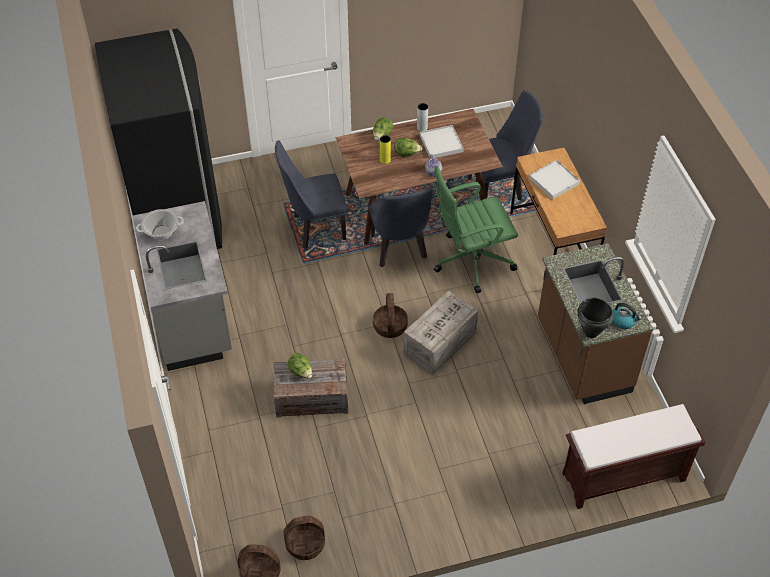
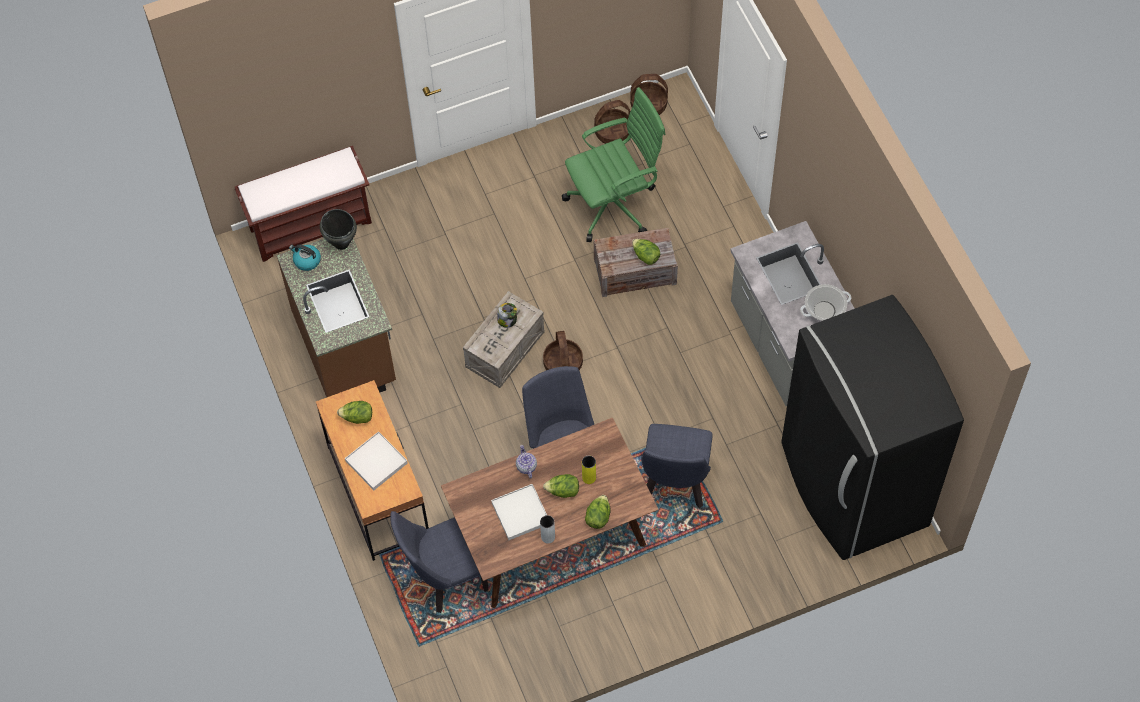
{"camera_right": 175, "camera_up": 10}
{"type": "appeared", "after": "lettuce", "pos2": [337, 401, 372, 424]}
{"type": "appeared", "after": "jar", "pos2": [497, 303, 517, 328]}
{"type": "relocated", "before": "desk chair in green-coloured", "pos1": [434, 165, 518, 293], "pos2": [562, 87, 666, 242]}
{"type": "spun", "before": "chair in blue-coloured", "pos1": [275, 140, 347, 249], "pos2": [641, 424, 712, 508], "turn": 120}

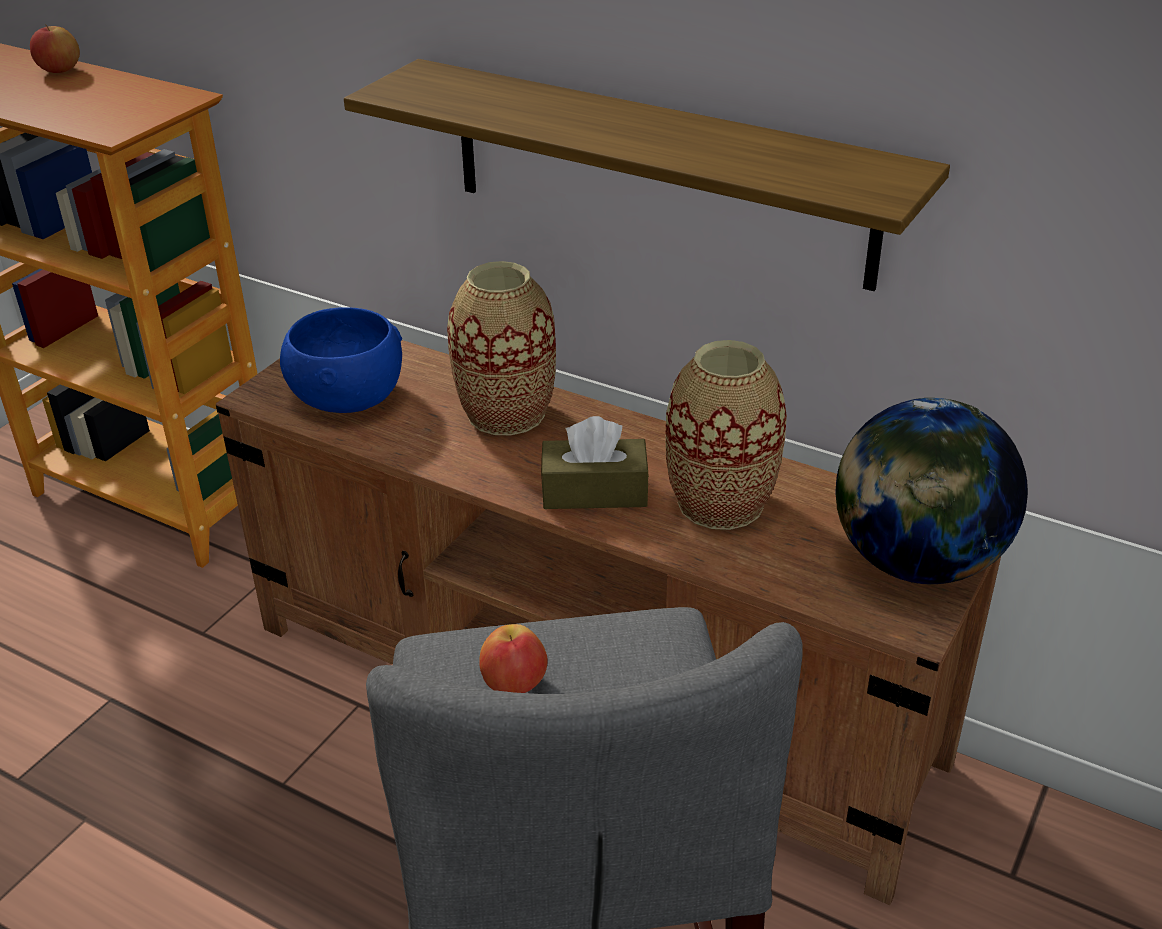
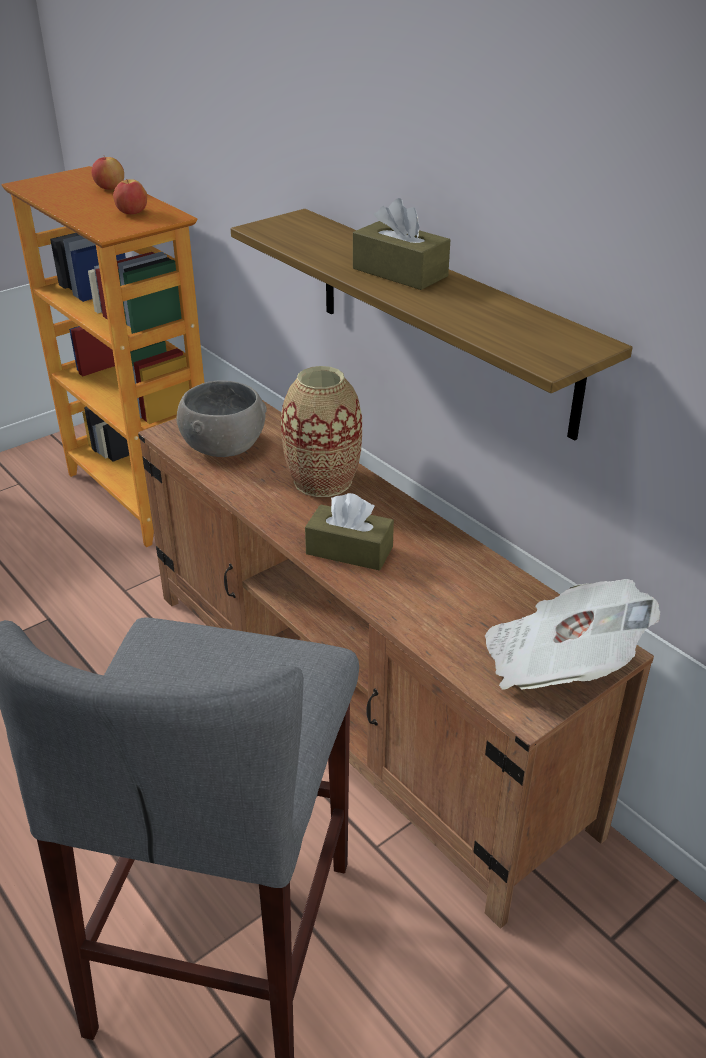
{"camera_right": 20, "camera_up": 0}
{"type": "missing", "before": "vase", "pos1": [665, 340, 787, 530]}
{"type": "appeared", "after": "tissue box in brownish", "pos2": [353, 198, 450, 290]}
{"type": "relocated", "before": "apple fruit", "pos1": [479, 624, 548, 693], "pos2": [113, 179, 147, 215]}
{"type": "exchanged", "before": "world globe", "after": "daily paper", "pos1": [836, 398, 1028, 584], "pos2": [485, 579, 660, 690]}
{"type": "colour", "before": "bowl in blue-coloured", "after": "bowl in grey", "pos1": [280, 307, 402, 413], "pos2": [177, 380, 267, 457]}

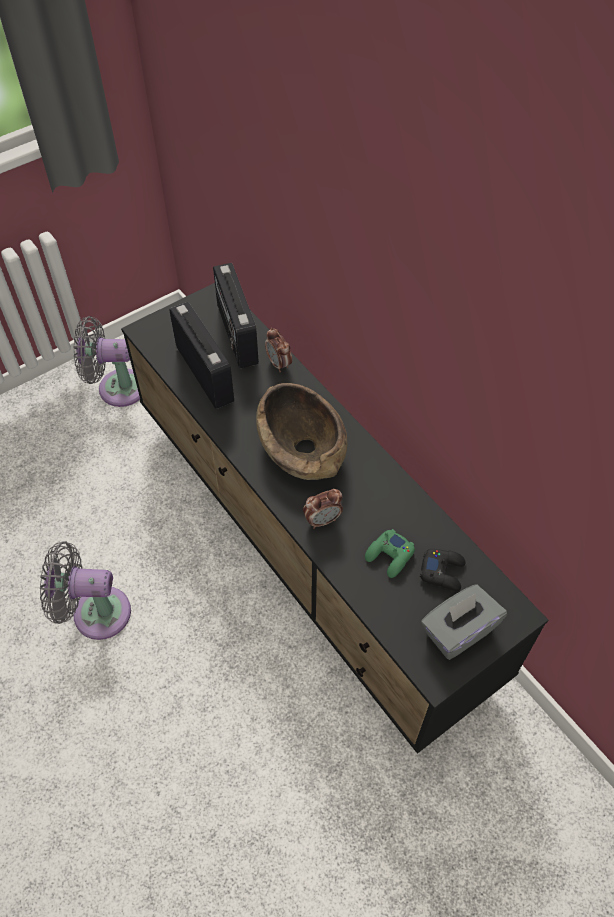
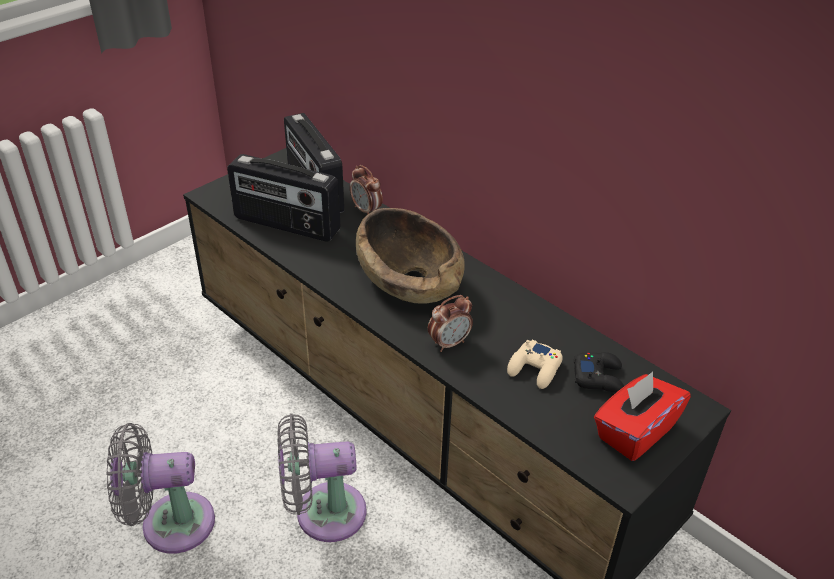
{"camera_right": -10, "camera_up": -15}
{"type": "relocated", "before": "fan in grey", "pos1": [73, 316, 140, 407], "pos2": [277, 414, 367, 542]}
{"type": "colour", "before": "game controller in green-coloured", "after": "game controller in beige-coloured", "pos1": [365, 529, 415, 578], "pos2": [507, 340, 563, 389]}
{"type": "colour", "before": "tissue box in grey", "after": "tissue box in red-coloured", "pos1": [421, 584, 507, 660], "pos2": [594, 371, 691, 461]}
{"type": "spun", "before": "radio set", "pos1": [169, 302, 234, 409], "pos2": [227, 154, 340, 242], "turn": 150}

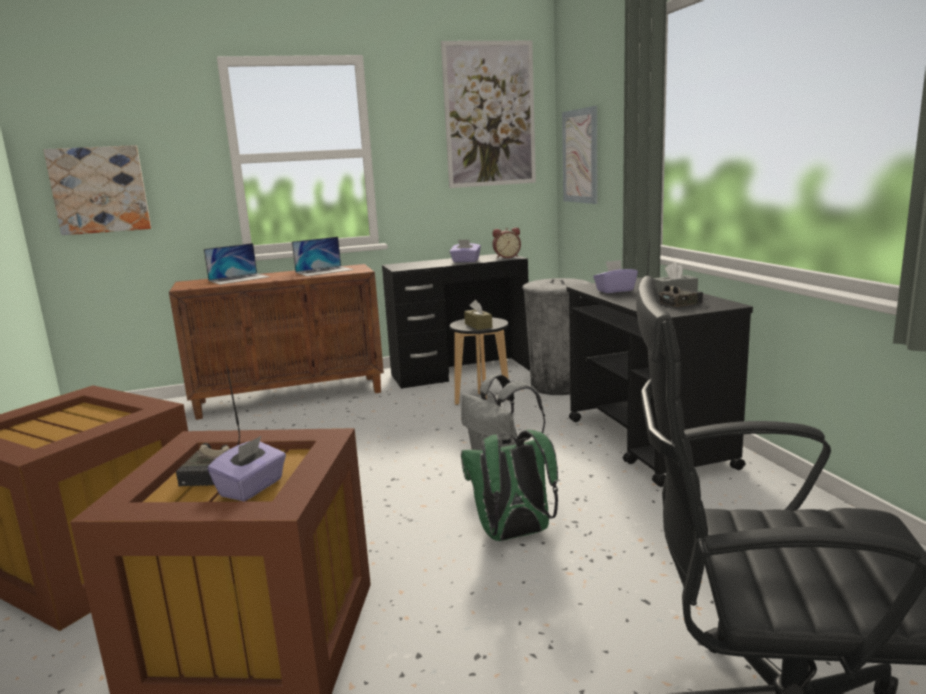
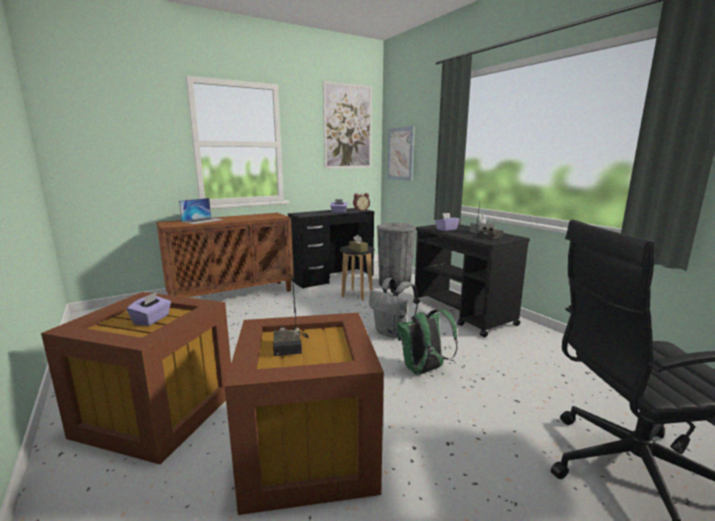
{"camera_right": -15, "camera_up": 0}
{"type": "missing", "before": "picture", "pos1": [43, 145, 151, 235]}
{"type": "missing", "before": "portable computer", "pos1": [292, 237, 354, 276]}
{"type": "relocated", "before": "tissue box in purple", "pos1": [208, 436, 286, 501], "pos2": [127, 292, 171, 326]}

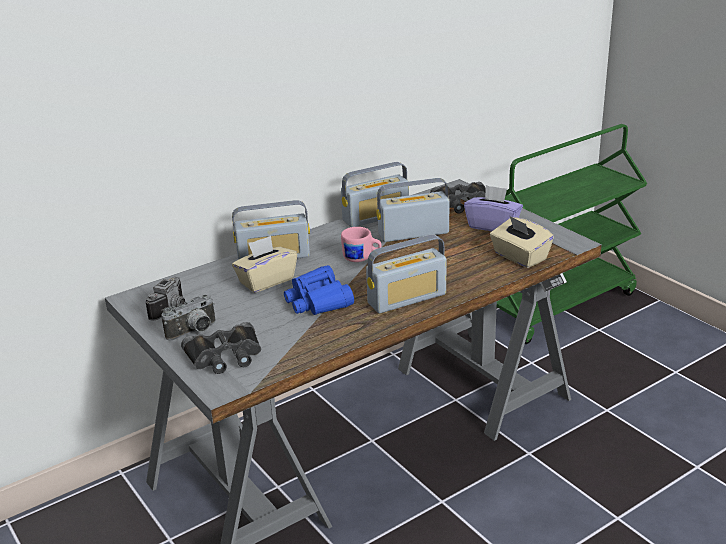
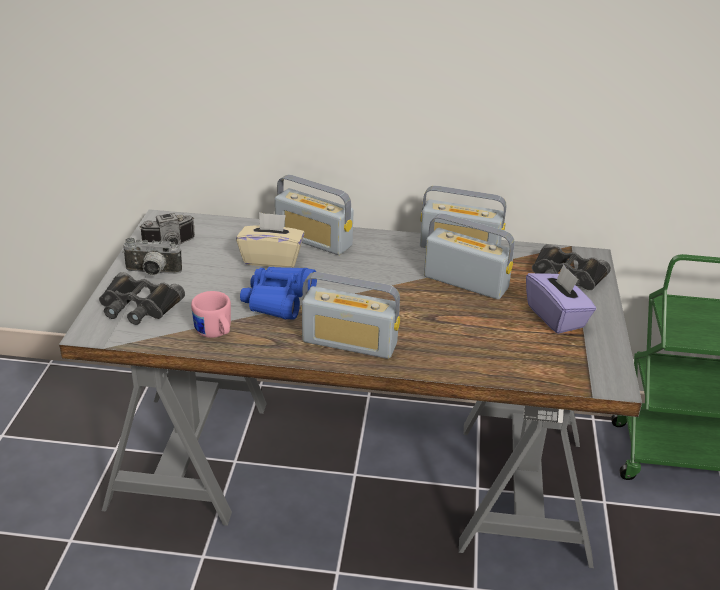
{"camera_right": 40, "camera_up": 5}
{"type": "missing", "before": "tissue box in beige-coloured", "pos1": [490, 215, 554, 268]}
{"type": "relocated", "before": "tea mug in pink-coloured", "pos1": [341, 227, 382, 262], "pos2": [191, 291, 231, 338]}

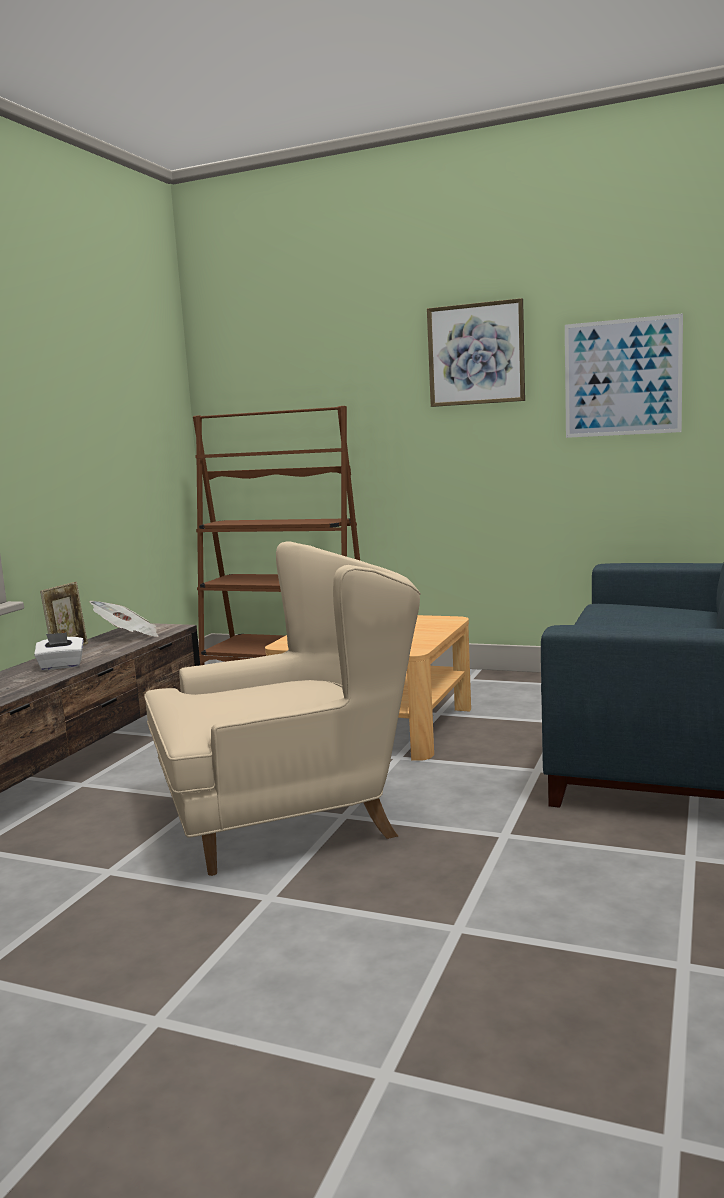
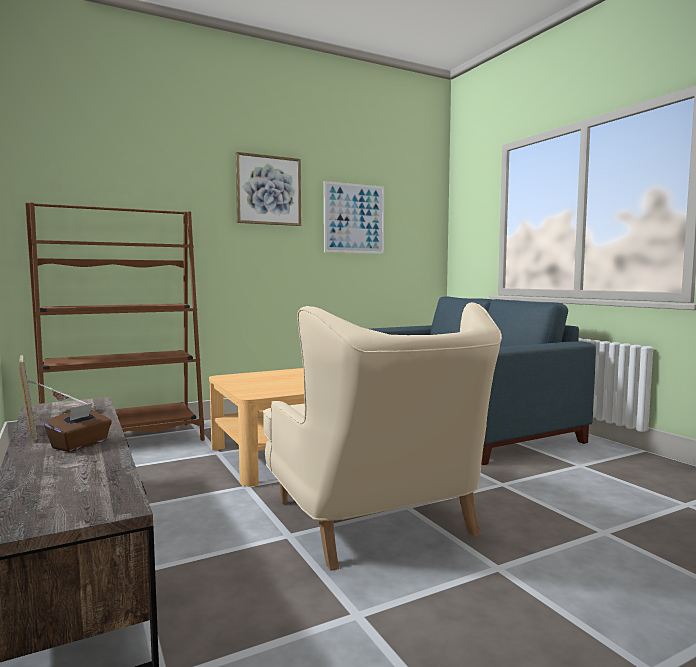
{"camera_right": -50, "camera_up": -5}
{"type": "colour", "before": "tissue box in whitish", "after": "tissue box in brownish", "pos1": [34, 632, 84, 670], "pos2": [44, 403, 112, 452]}
{"type": "spun", "before": "lounge chair in beige-coloured", "pos1": [144, 541, 421, 876], "pos2": [263, 302, 502, 571], "turn": 135}

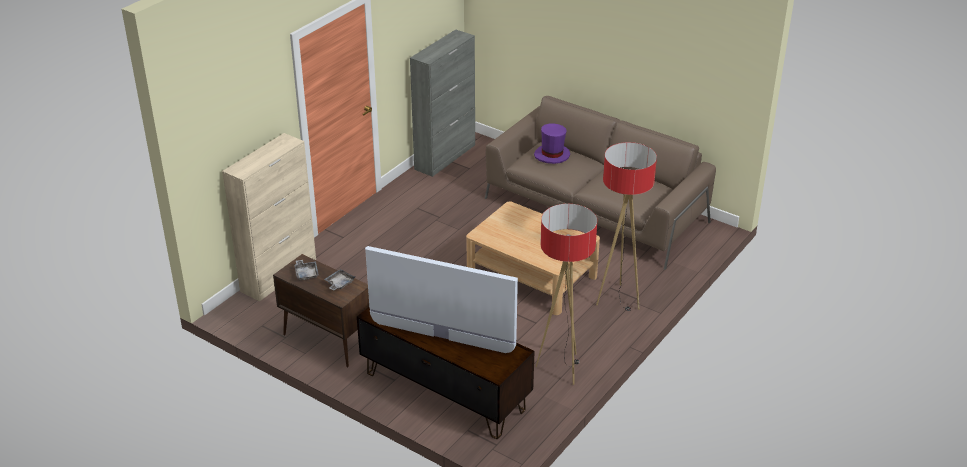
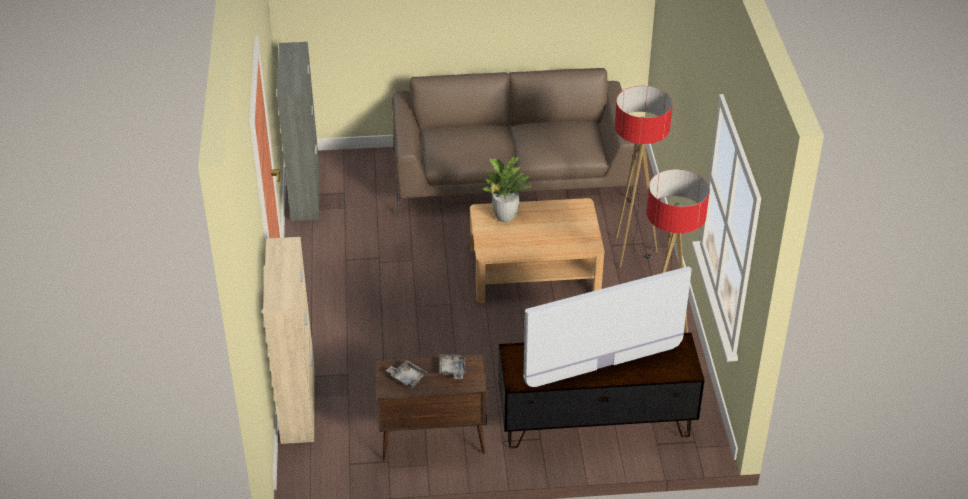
{"camera_right": -40, "camera_up": 5}
{"type": "missing", "before": "hat in purple", "pos1": [534, 123, 570, 164]}
{"type": "appeared", "after": "houseplant", "pos2": [482, 155, 531, 222]}

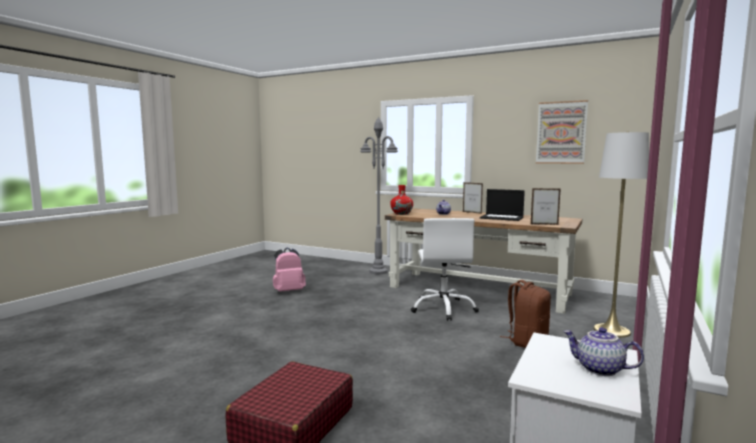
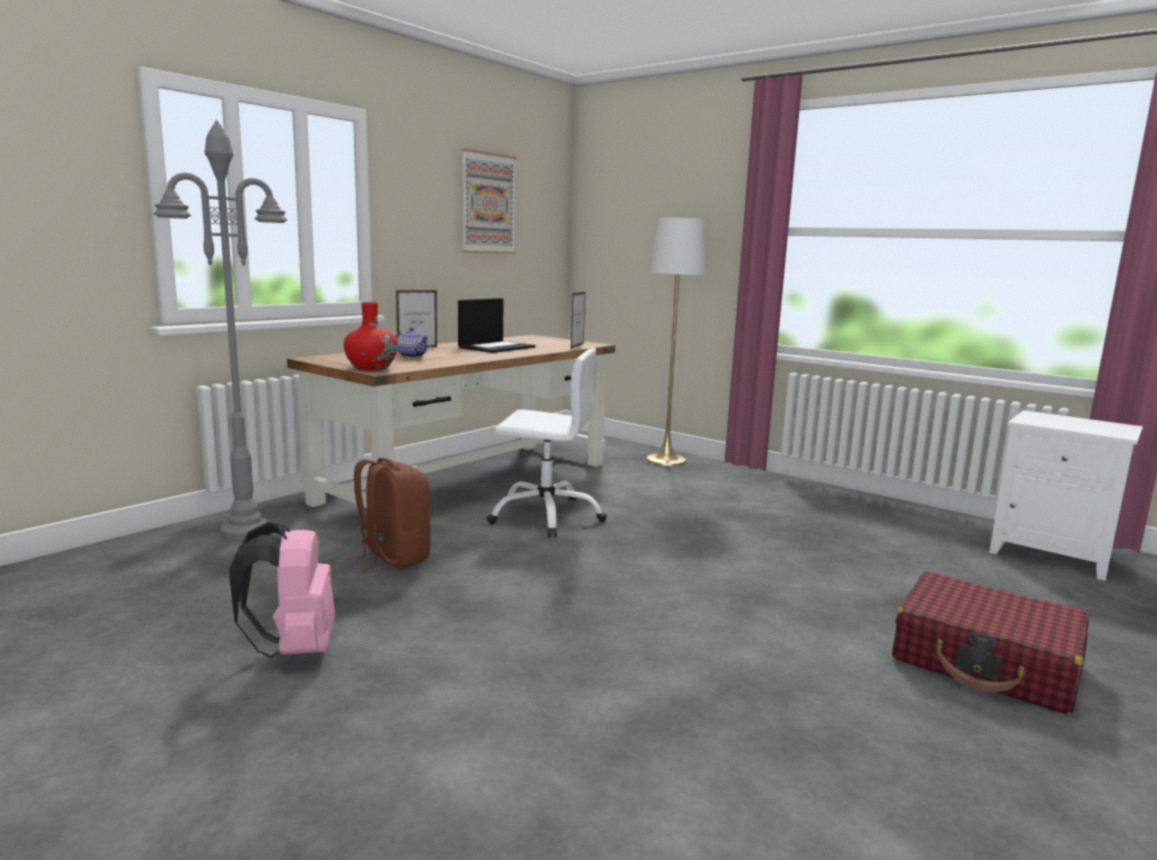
{"camera_right": -80, "camera_up": 5}
{"type": "missing", "before": "pot for tea", "pos1": [563, 327, 644, 376]}
{"type": "relocated", "before": "rucksack in brownish", "pos1": [500, 280, 551, 348], "pos2": [346, 458, 431, 571]}

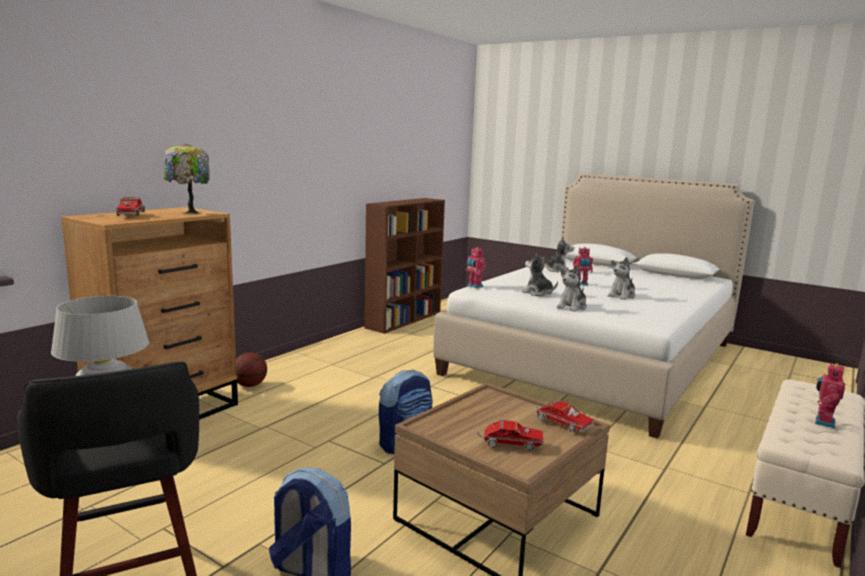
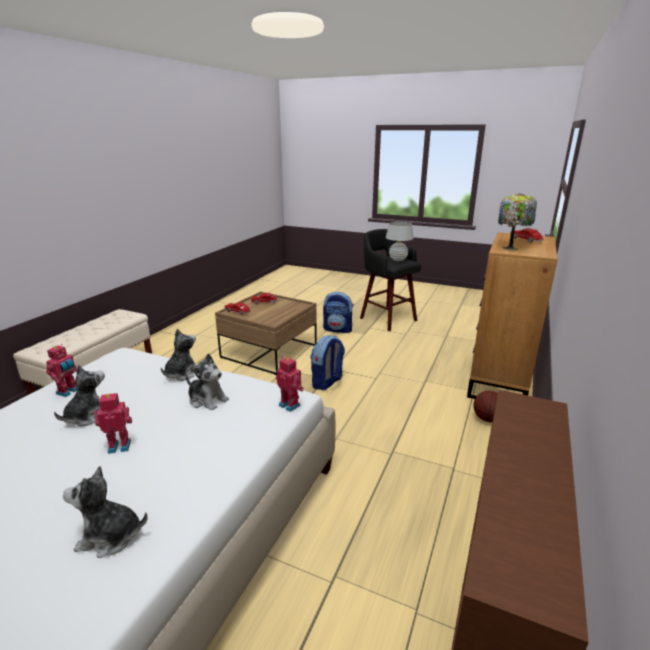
{"camera_right": 170, "camera_up": 10}
{"type": "relocated", "before": "robot figure", "pos1": [815, 363, 845, 428], "pos2": [46, 344, 77, 397]}

